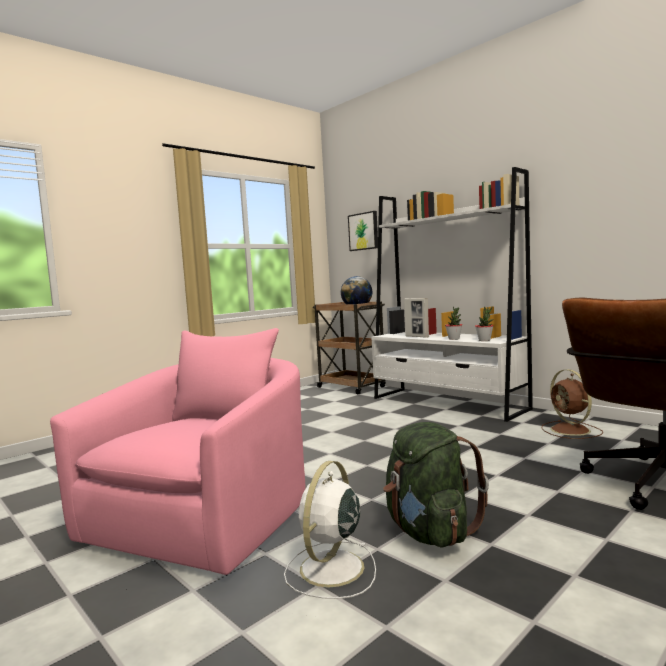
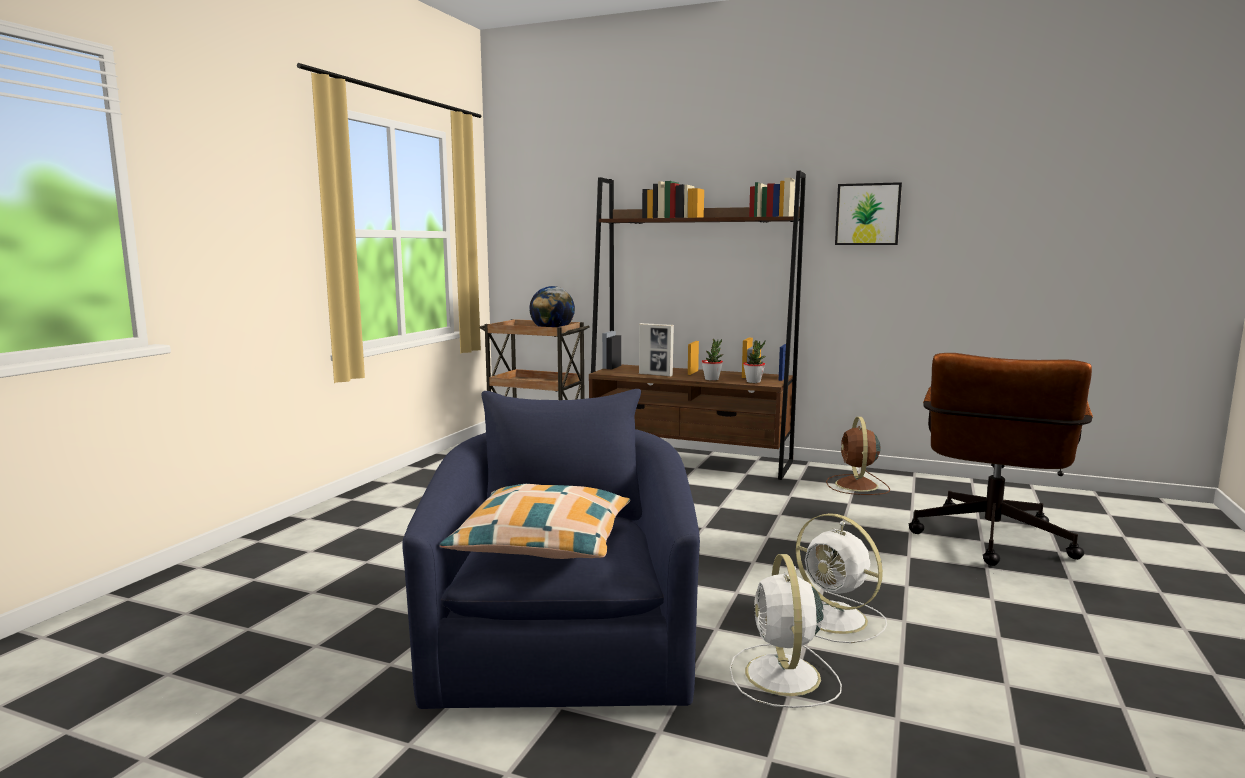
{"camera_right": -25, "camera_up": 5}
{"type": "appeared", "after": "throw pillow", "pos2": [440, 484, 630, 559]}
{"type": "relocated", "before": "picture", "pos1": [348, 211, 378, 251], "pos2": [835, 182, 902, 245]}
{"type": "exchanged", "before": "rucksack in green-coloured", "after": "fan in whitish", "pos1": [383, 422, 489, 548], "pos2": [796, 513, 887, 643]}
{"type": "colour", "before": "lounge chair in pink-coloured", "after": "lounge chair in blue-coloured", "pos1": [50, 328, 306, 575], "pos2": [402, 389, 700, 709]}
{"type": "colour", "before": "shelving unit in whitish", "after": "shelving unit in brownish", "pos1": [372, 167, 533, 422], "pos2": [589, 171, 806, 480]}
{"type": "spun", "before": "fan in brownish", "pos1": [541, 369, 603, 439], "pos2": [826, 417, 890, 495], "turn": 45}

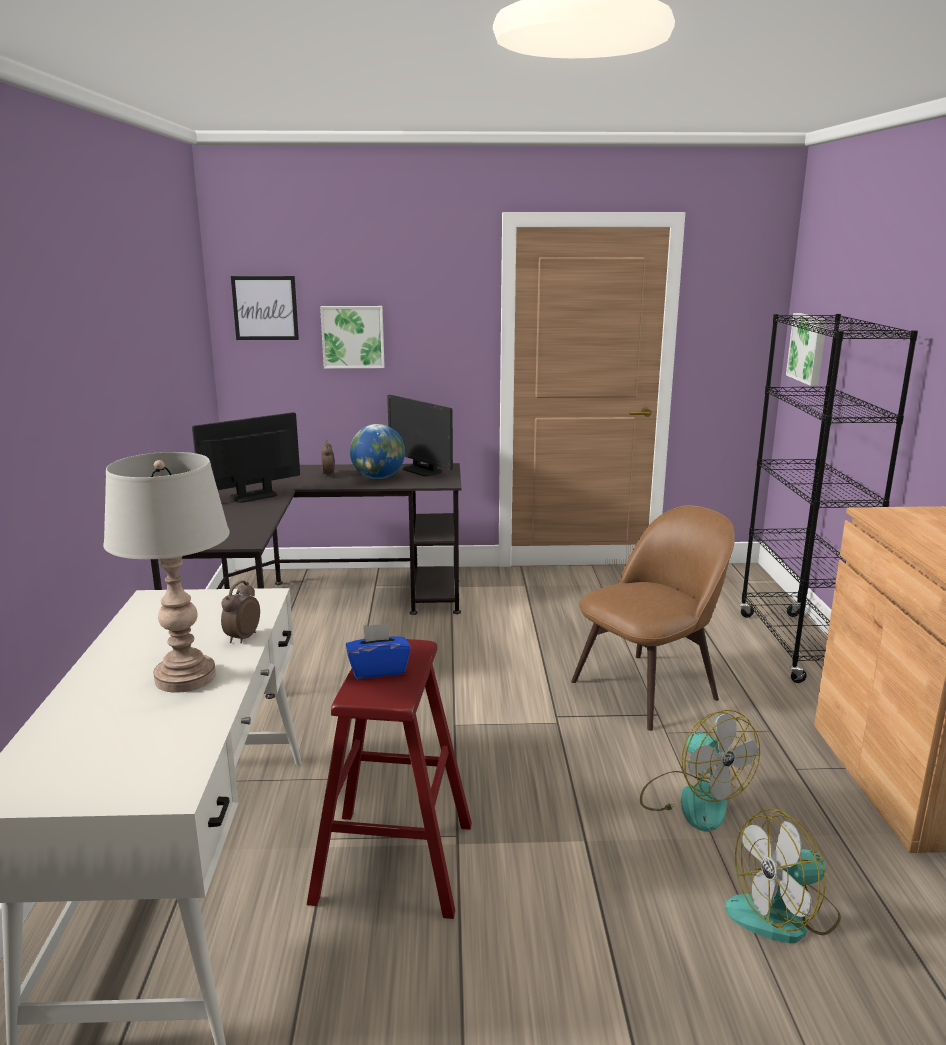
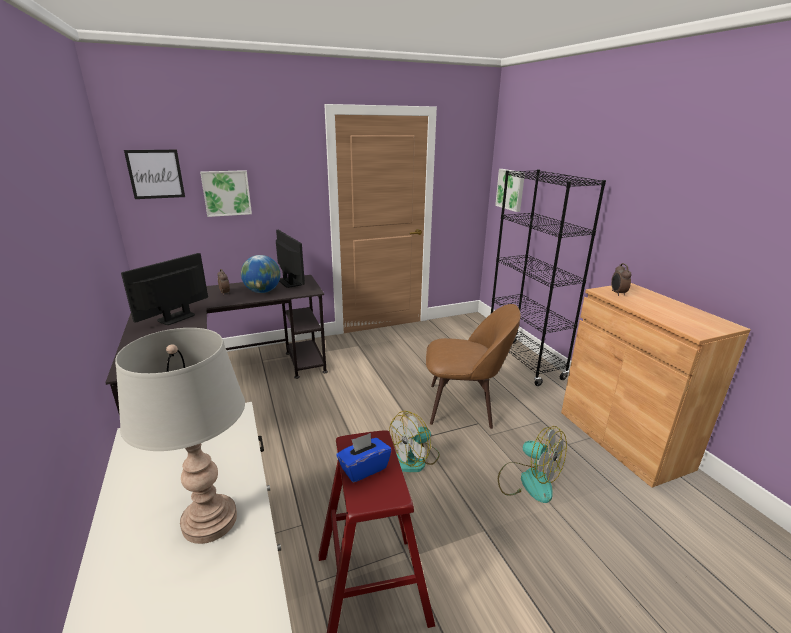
{"camera_right": -20, "camera_up": 5}
{"type": "relocated", "before": "bedside clock", "pos1": [221, 580, 260, 643], "pos2": [611, 263, 632, 296]}
{"type": "relocated", "before": "fan", "pos1": [725, 808, 841, 943], "pos2": [389, 411, 440, 472]}
{"type": "spun", "before": "computer screen", "pos1": [387, 395, 453, 476], "pos2": [276, 230, 305, 288], "turn": -150}
{"type": "spun", "before": "chair in brownish", "pos1": [571, 505, 735, 731], "pos2": [426, 304, 521, 429], "turn": 60}

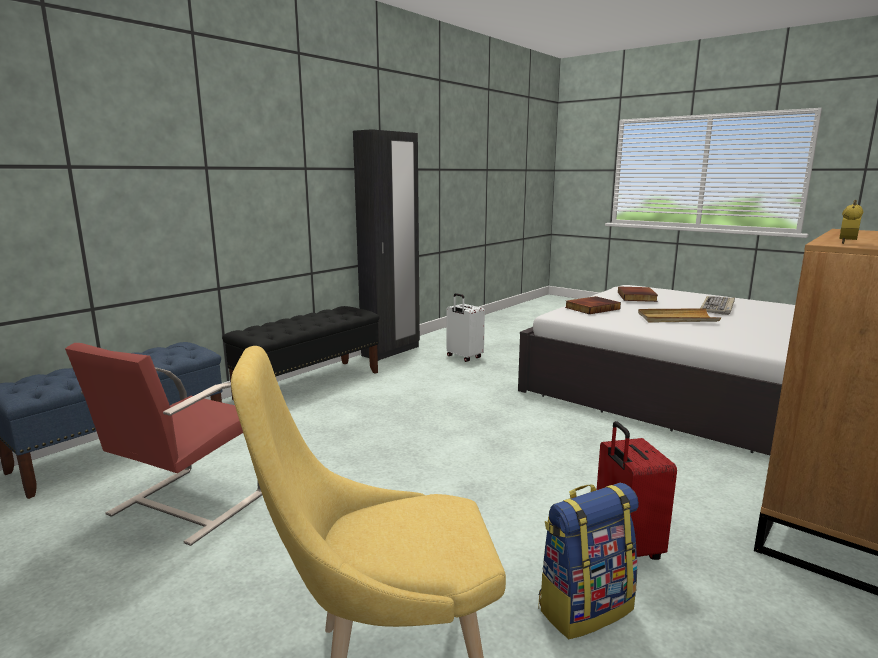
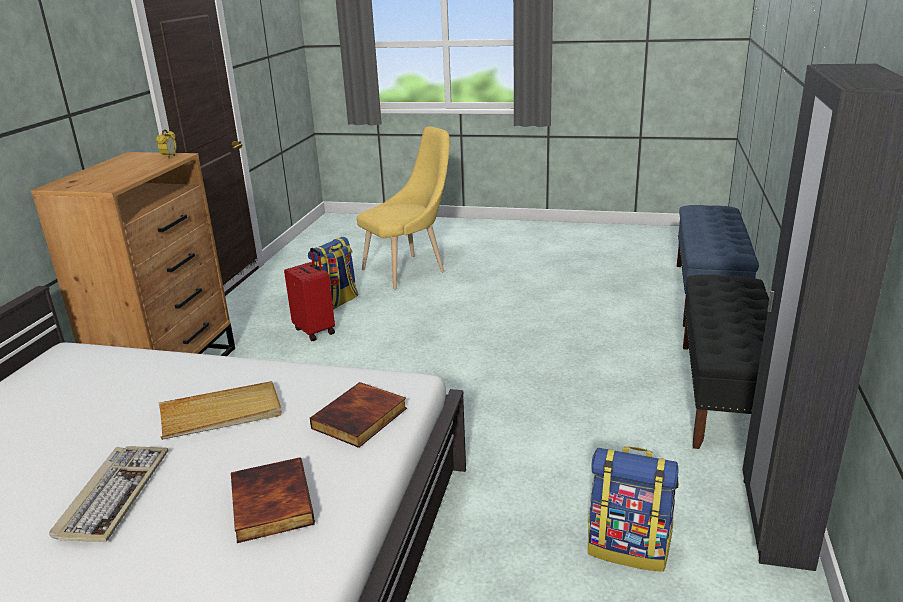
{"camera_right": 155, "camera_up": 10}
{"type": "missing", "before": "chair in red-coloured", "pos1": [65, 343, 262, 546]}
{"type": "exchanged", "before": "travel case in whitish", "after": "rucksack", "pos1": [446, 293, 485, 362], "pos2": [588, 446, 679, 572]}

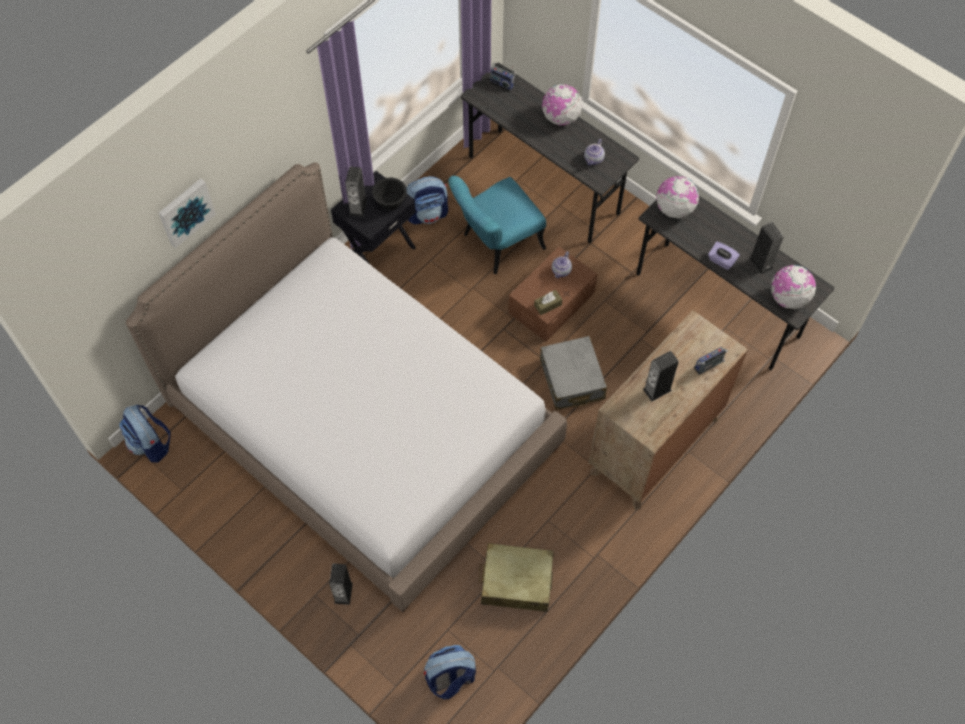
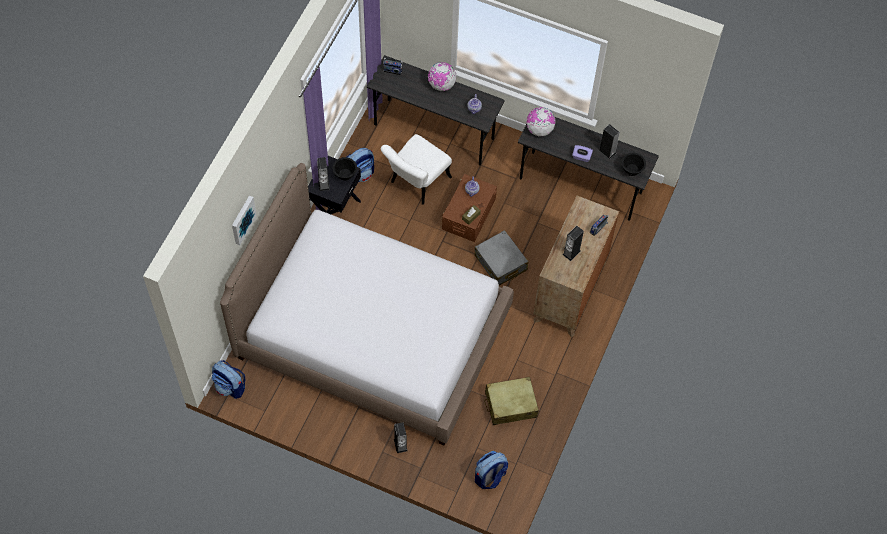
{"camera_right": -20, "camera_up": 0}
{"type": "exchanged", "before": "world globe", "after": "bowl in blackish", "pos1": [771, 265, 816, 309], "pos2": [622, 153, 646, 176]}
{"type": "colour", "before": "chair in turquoise", "after": "chair in whitish", "pos1": [448, 176, 546, 274], "pos2": [381, 134, 452, 205]}

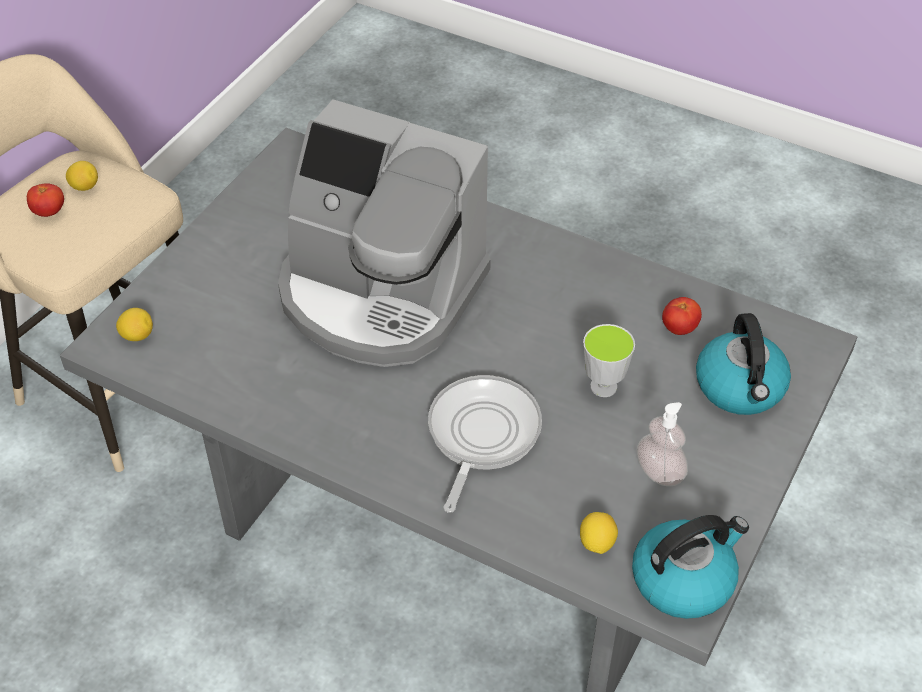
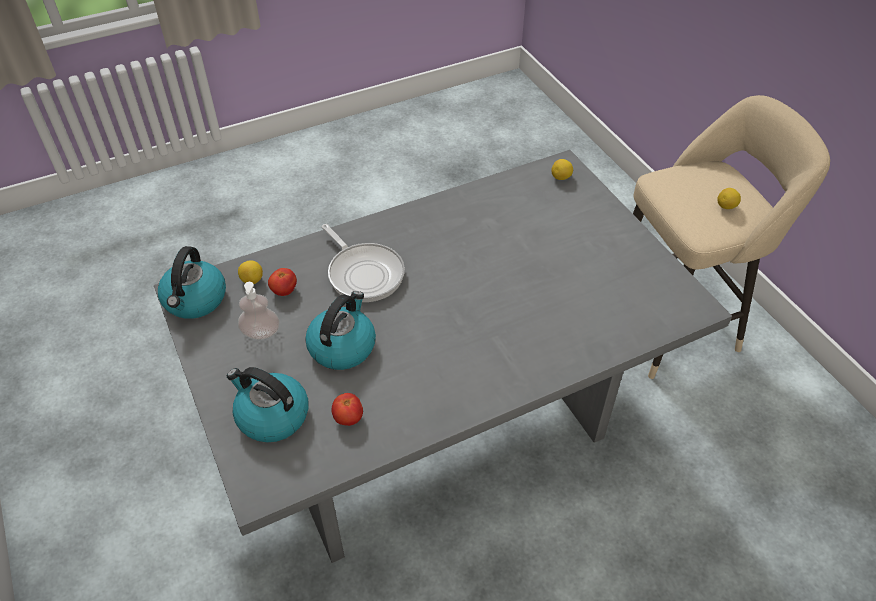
{"camera_right": 125, "camera_up": 0}
{"type": "missing", "before": "coffee brewer", "pos1": [278, 99, 491, 367]}
{"type": "relocated", "before": "whole tomato", "pos1": [27, 183, 64, 217], "pos2": [268, 268, 297, 296]}
{"type": "exchanged", "before": "drinking cup", "after": "kettle", "pos1": [583, 324, 635, 397], "pos2": [305, 291, 376, 370]}

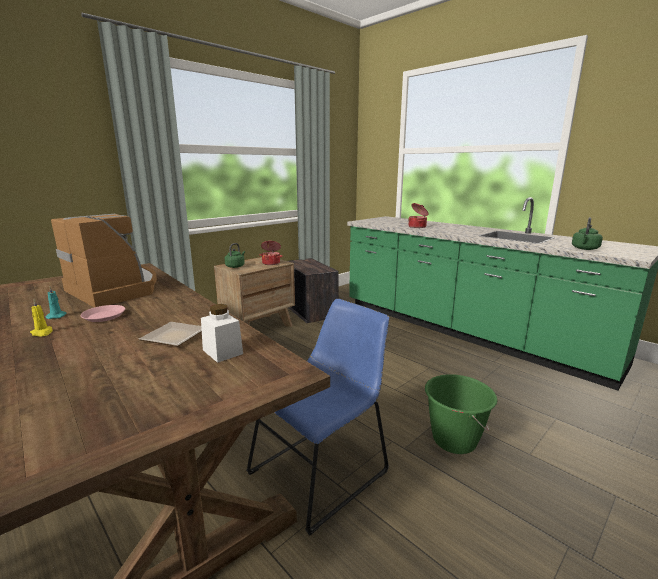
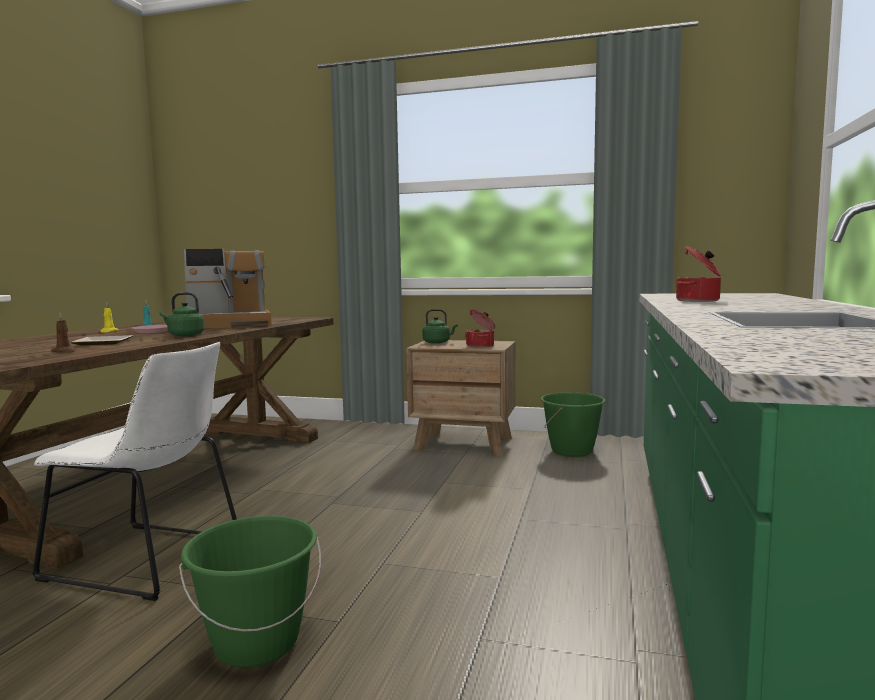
{"camera_right": 60, "camera_up": -10}
{"type": "relocated", "before": "kettle in green-coloured", "pos1": [572, 217, 603, 250], "pos2": [160, 292, 205, 336]}
{"type": "exchanged", "before": "jar in whitish", "after": "wax light in brownish", "pos1": [201, 304, 243, 363], "pos2": [51, 313, 76, 353]}
{"type": "exchanged", "before": "packing crate", "after": "pail in green-coloured", "pos1": [288, 258, 339, 323], "pos2": [540, 392, 606, 457]}
{"type": "colour", "before": "chair in blue-coloured", "after": "chair in whitish", "pos1": [246, 299, 389, 536], "pos2": [32, 342, 237, 601]}
{"type": "spun", "before": "coffee brewer", "pos1": [51, 214, 157, 308], "pos2": [184, 249, 272, 328], "turn": 60}

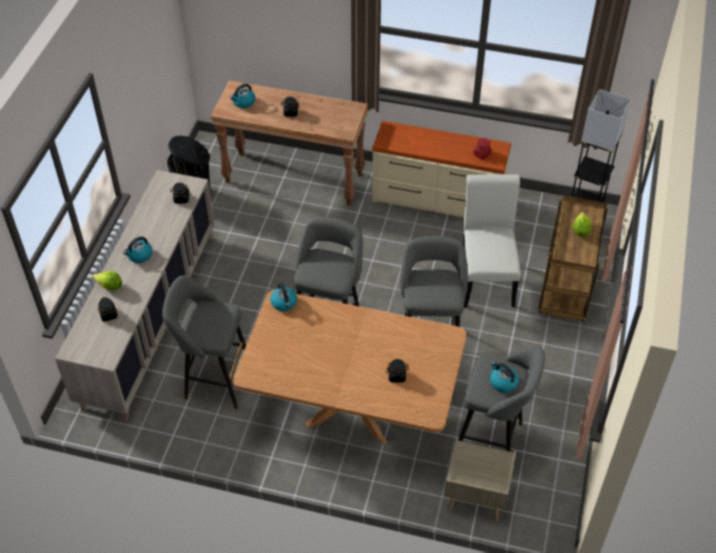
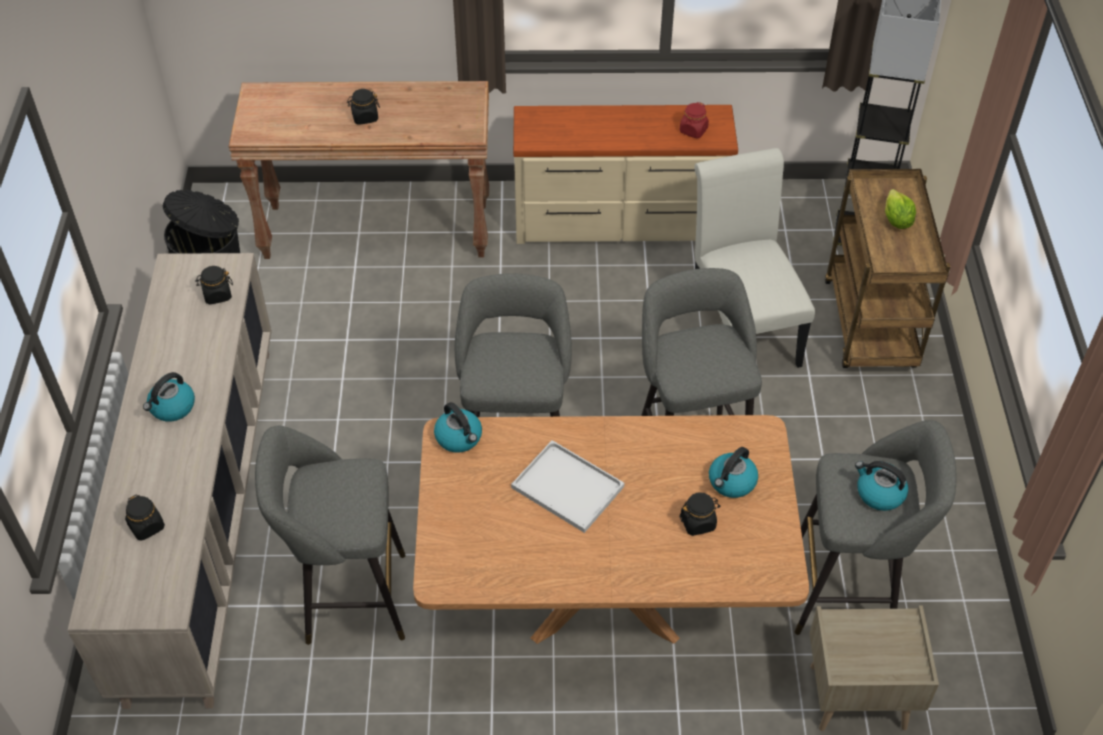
{"camera_right": -15, "camera_up": 0}
{"type": "missing", "before": "lettuce", "pos1": [93, 271, 122, 291]}
{"type": "appeared", "after": "serving tray in whitish", "pos2": [511, 440, 624, 533]}
{"type": "relocated", "before": "kettle", "pos1": [230, 84, 255, 108], "pos2": [709, 447, 758, 498]}

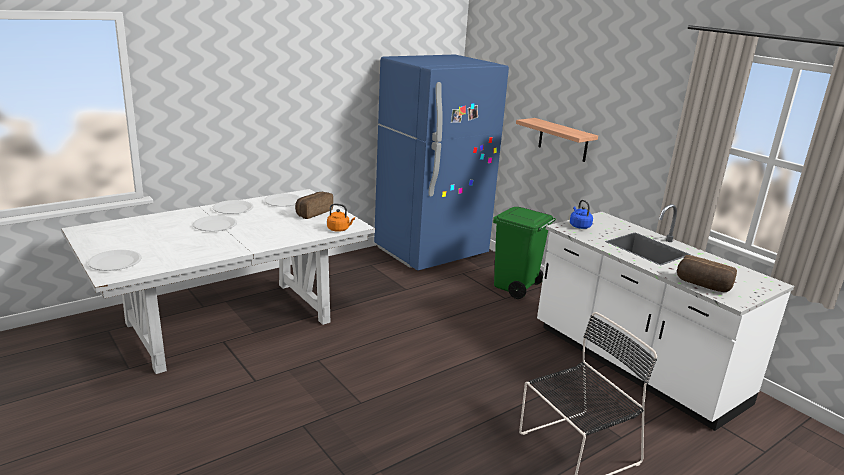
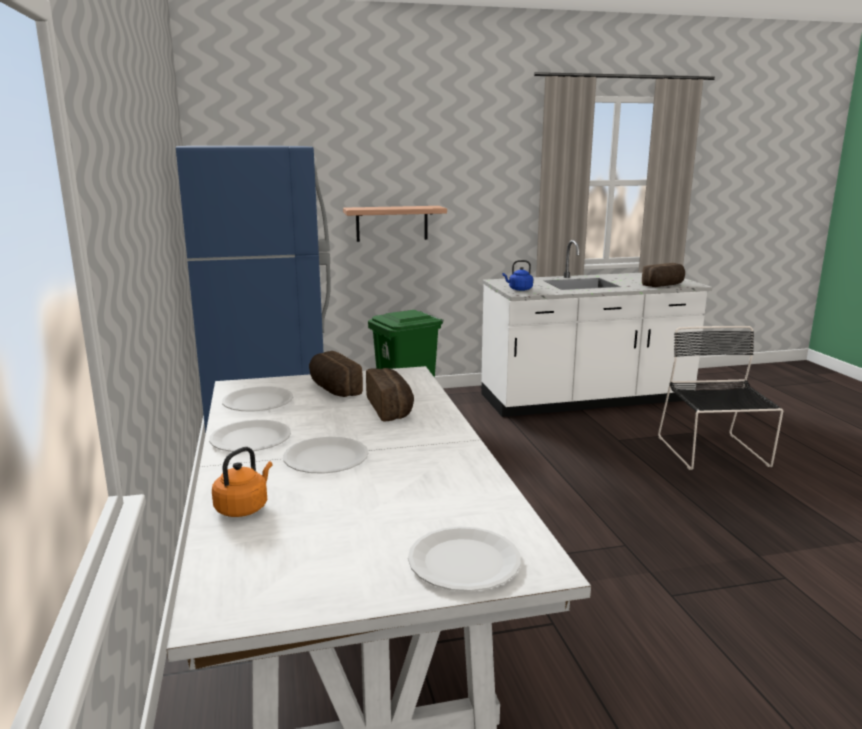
{"camera_right": -65, "camera_up": -5}
{"type": "appeared", "after": "bakery bread", "pos2": [366, 368, 414, 422]}
{"type": "relocated", "before": "kettle in orange", "pos1": [327, 204, 355, 232], "pos2": [212, 447, 273, 517]}

